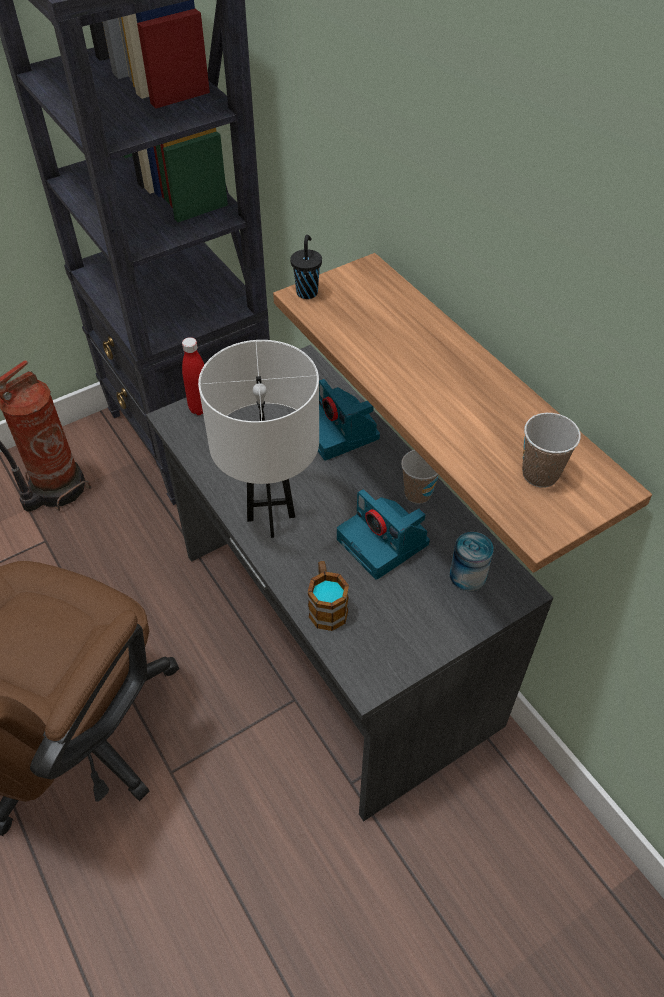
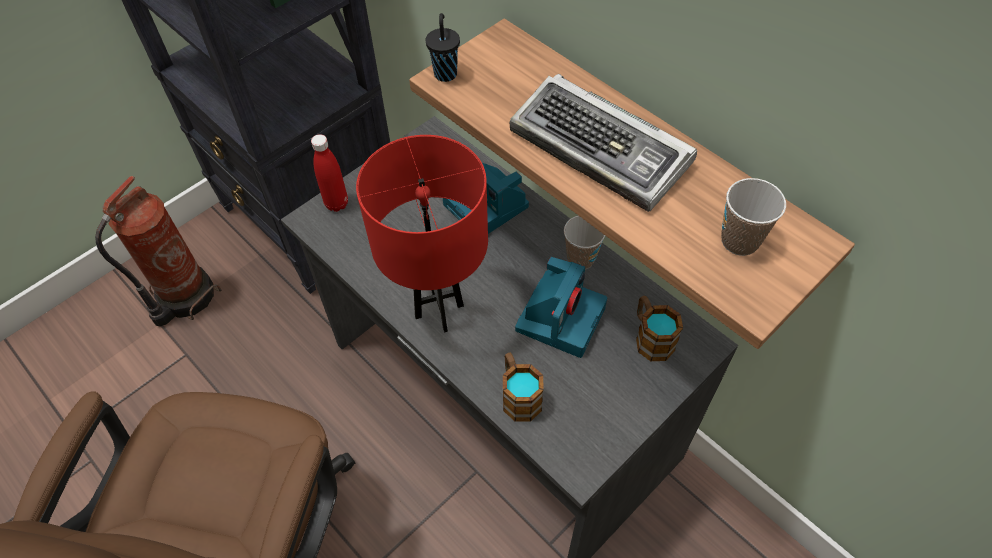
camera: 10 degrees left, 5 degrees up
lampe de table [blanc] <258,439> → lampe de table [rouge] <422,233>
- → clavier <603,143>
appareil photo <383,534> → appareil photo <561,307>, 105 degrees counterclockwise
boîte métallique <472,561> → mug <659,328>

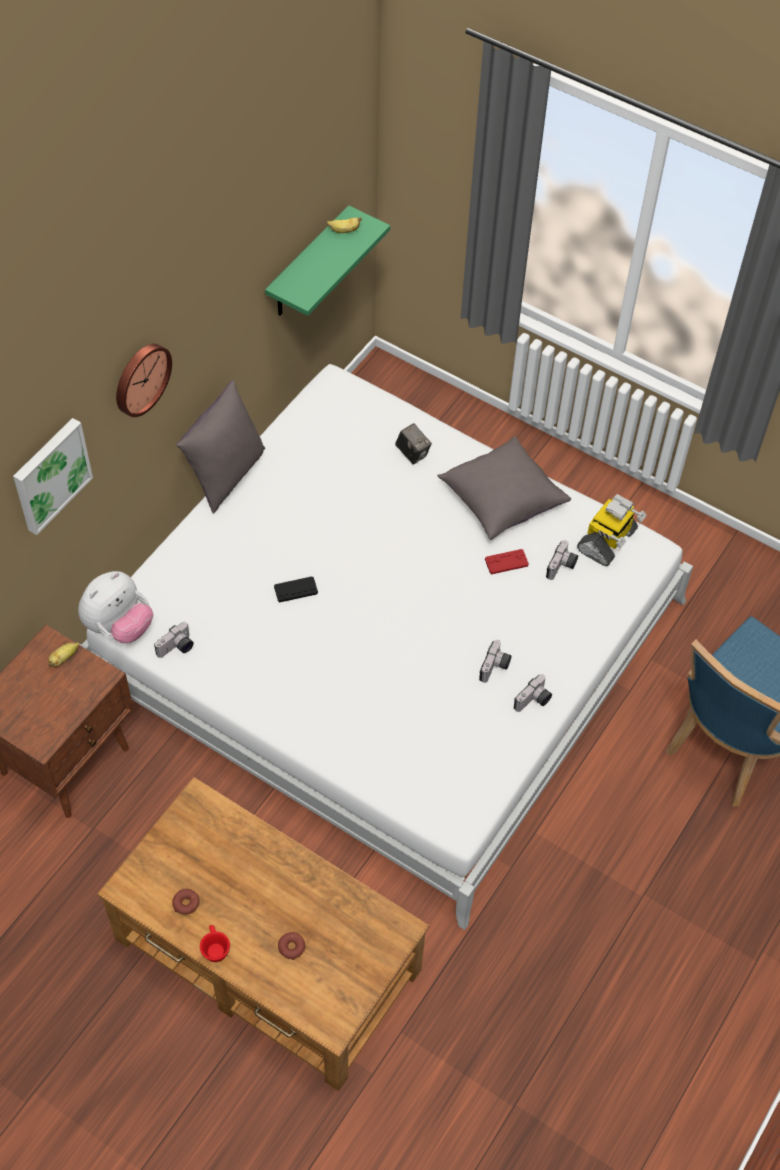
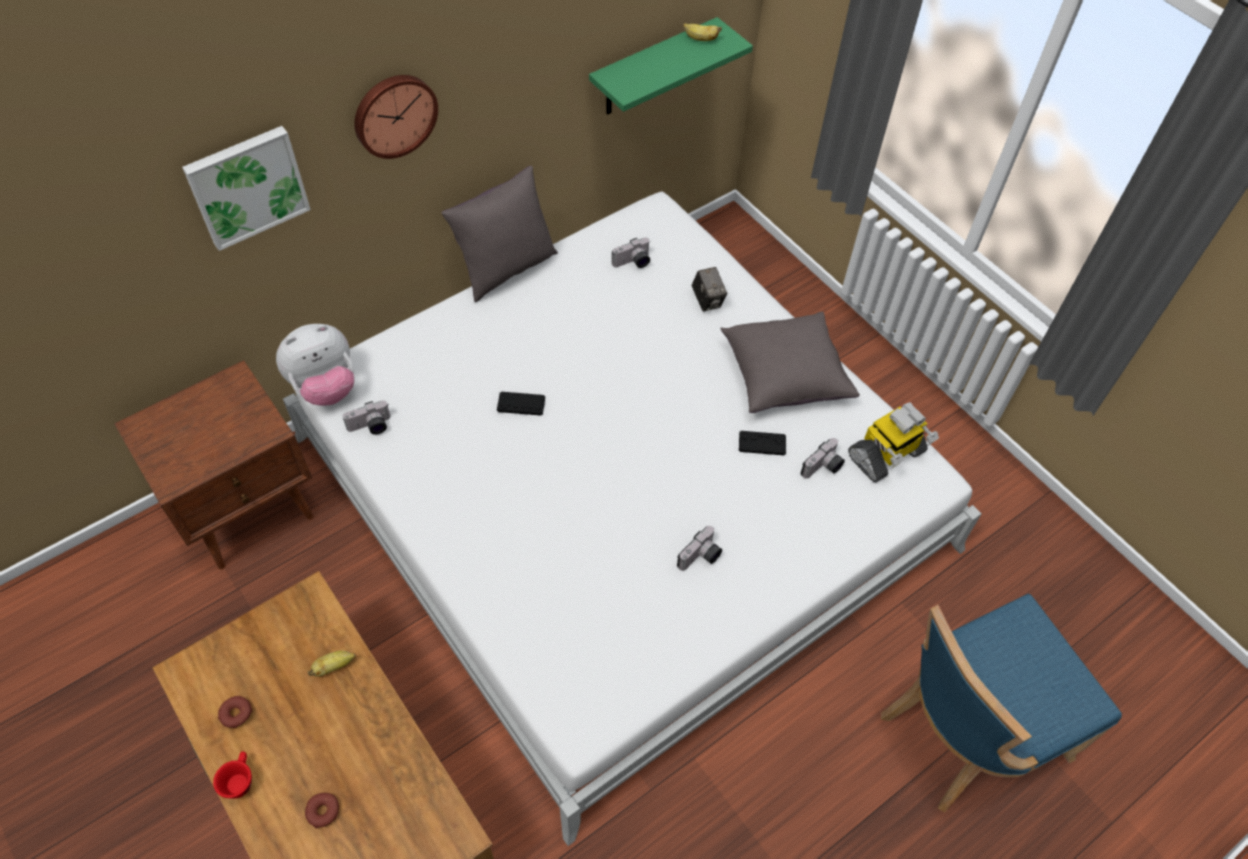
camera: 20 degrees right, 0 degrees up
banane <63,654> → banane <332,664>, move
appareil photo <533,693> → appareil photo <631,253>, move
manette [rouge] <507,561> → manette [noir] <762,443>

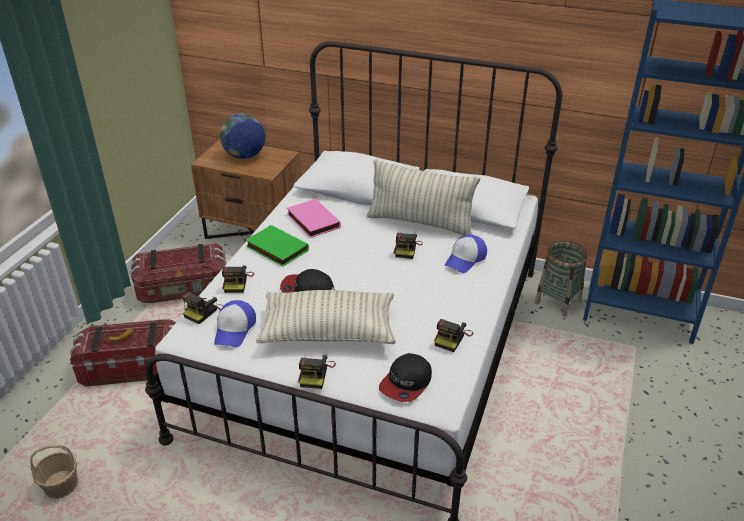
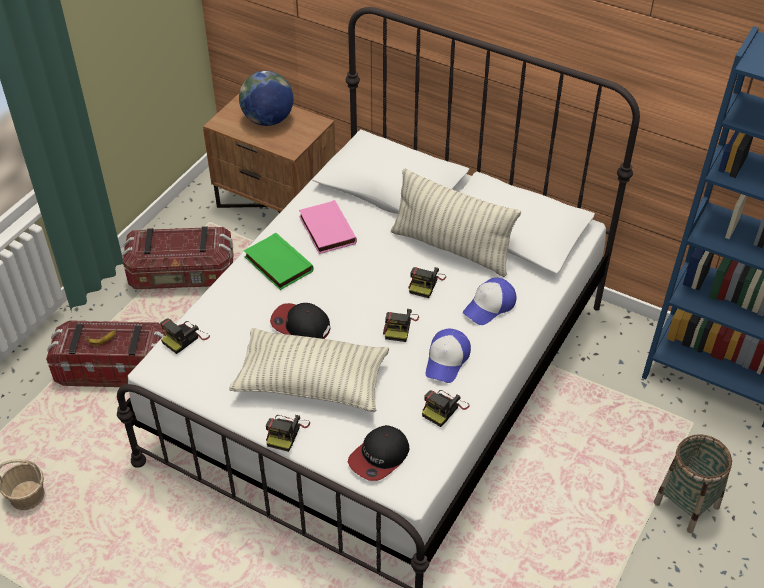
camera: 10 degrees right, 10 degrees up
appareil photo <238,279> → appareil photo <401,325>, move
casquette <235,323> → casquette <448,356>, move
panier <561,279> → panier <693,484>, move

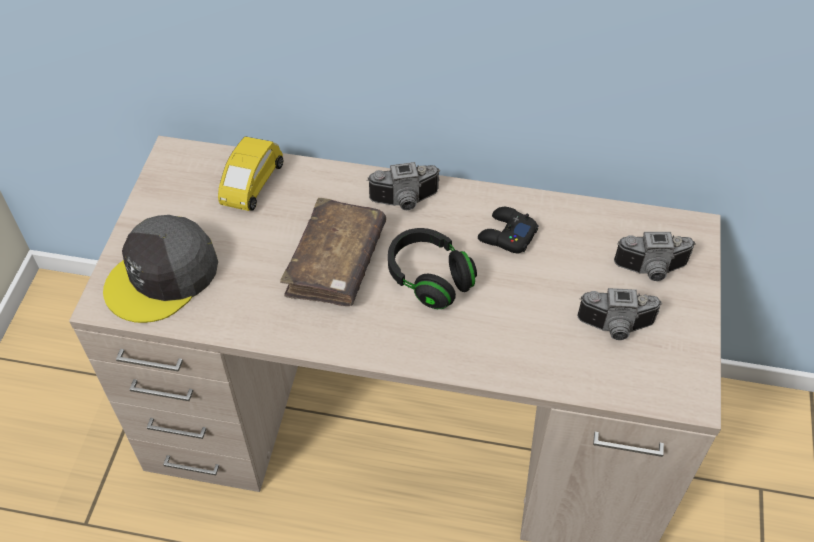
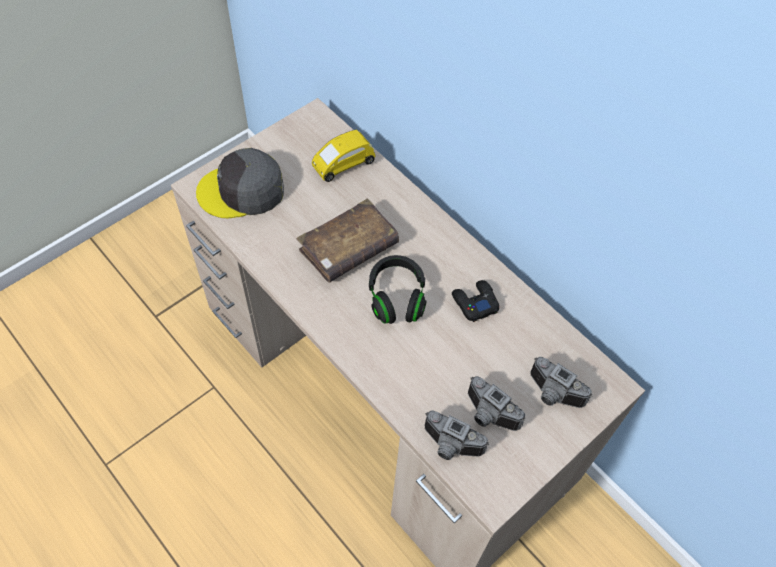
camera: 35 degrees right, 5 degrees up
appareil photo <403,186> → appareil photo <457,435>, move

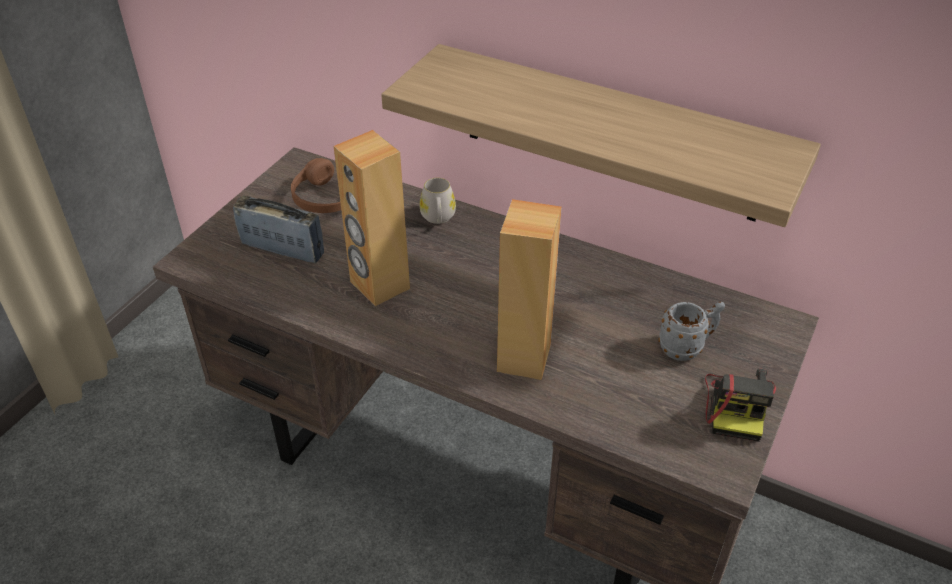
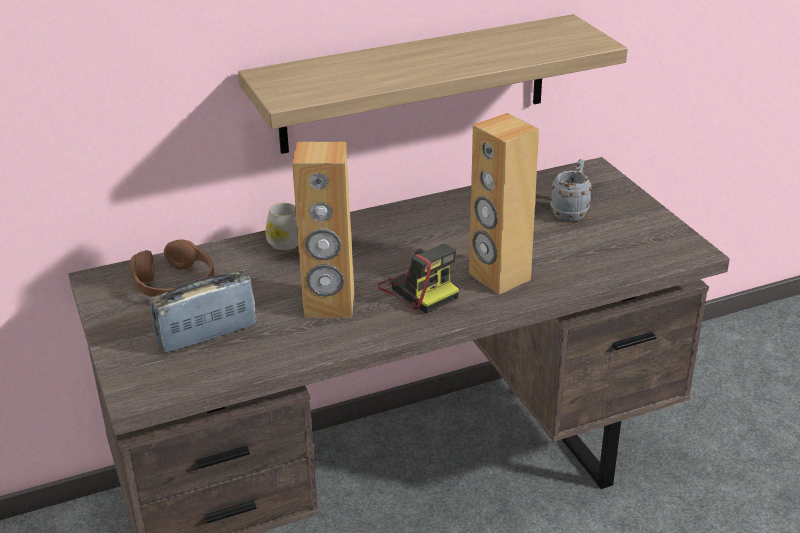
camera: 50 degrees left, 10 degrees down
appareil photo <740,405> → appareil photo <418,278>, move

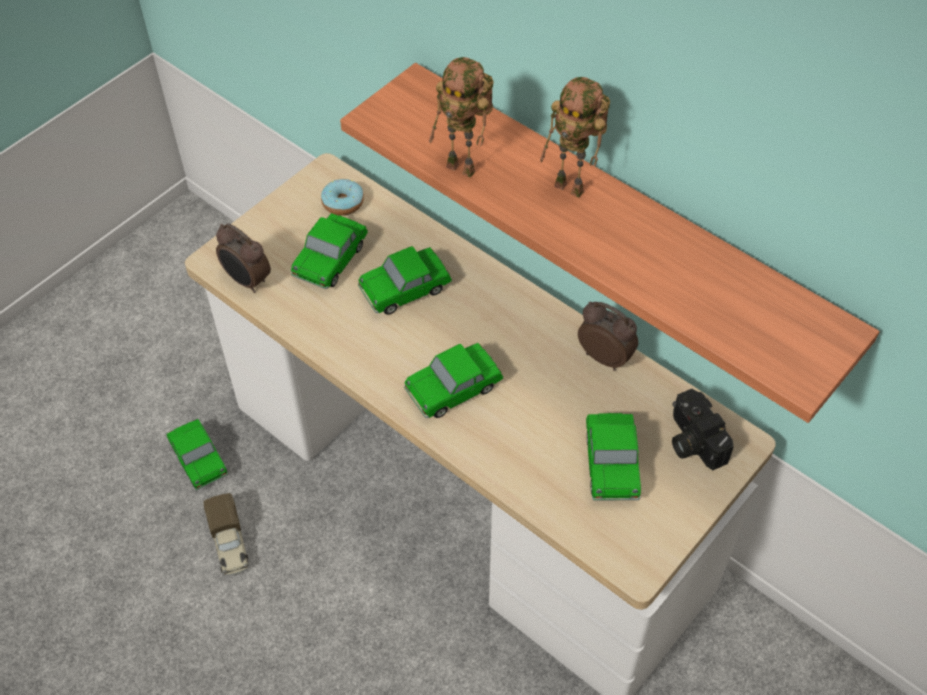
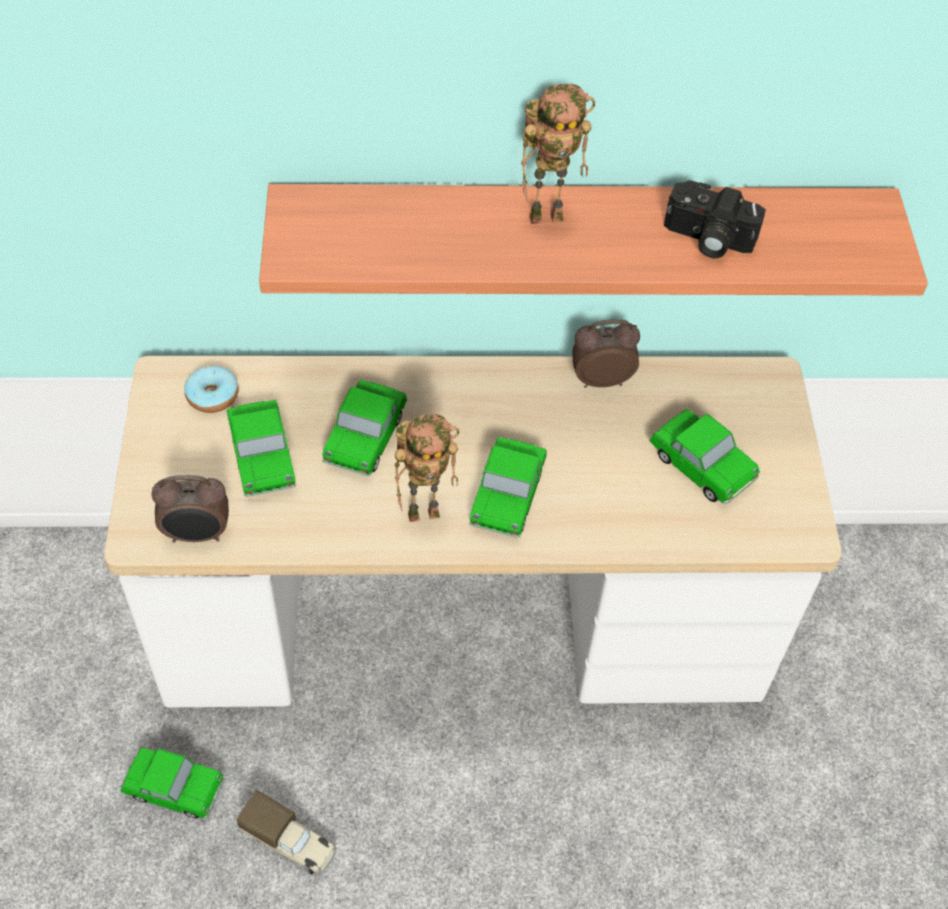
camera: 45 degrees left, 0 degrees up
robot jouet <461,117> → robot jouet <427,468>, move
appareil photo <703,429> → appareil photo <715,219>, move

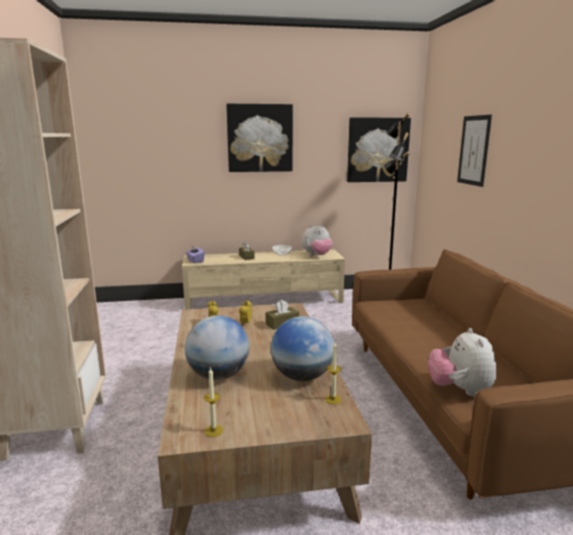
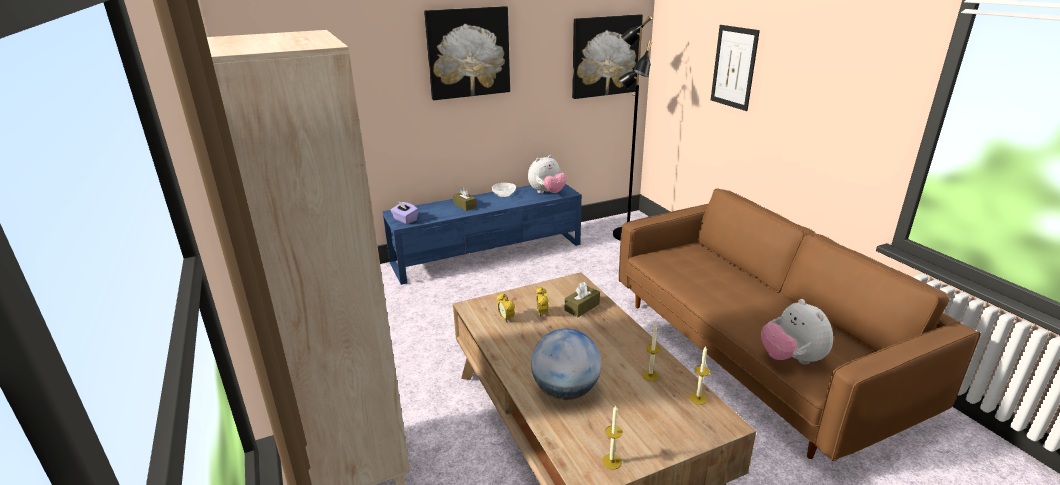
camera: 15 degrees left, 10 degrees up
meuble télé [beige] <263,279> → meuble télé [bleu] <482,234>
globe <302,348> → bougie <651,353>

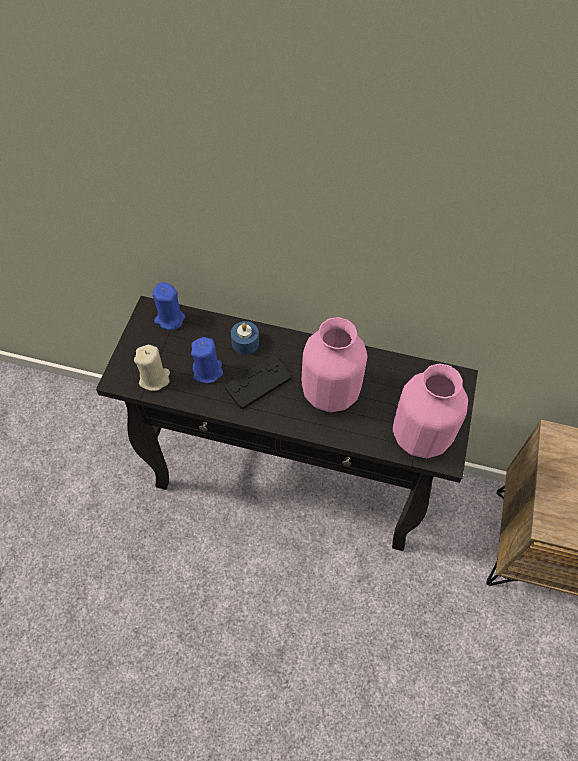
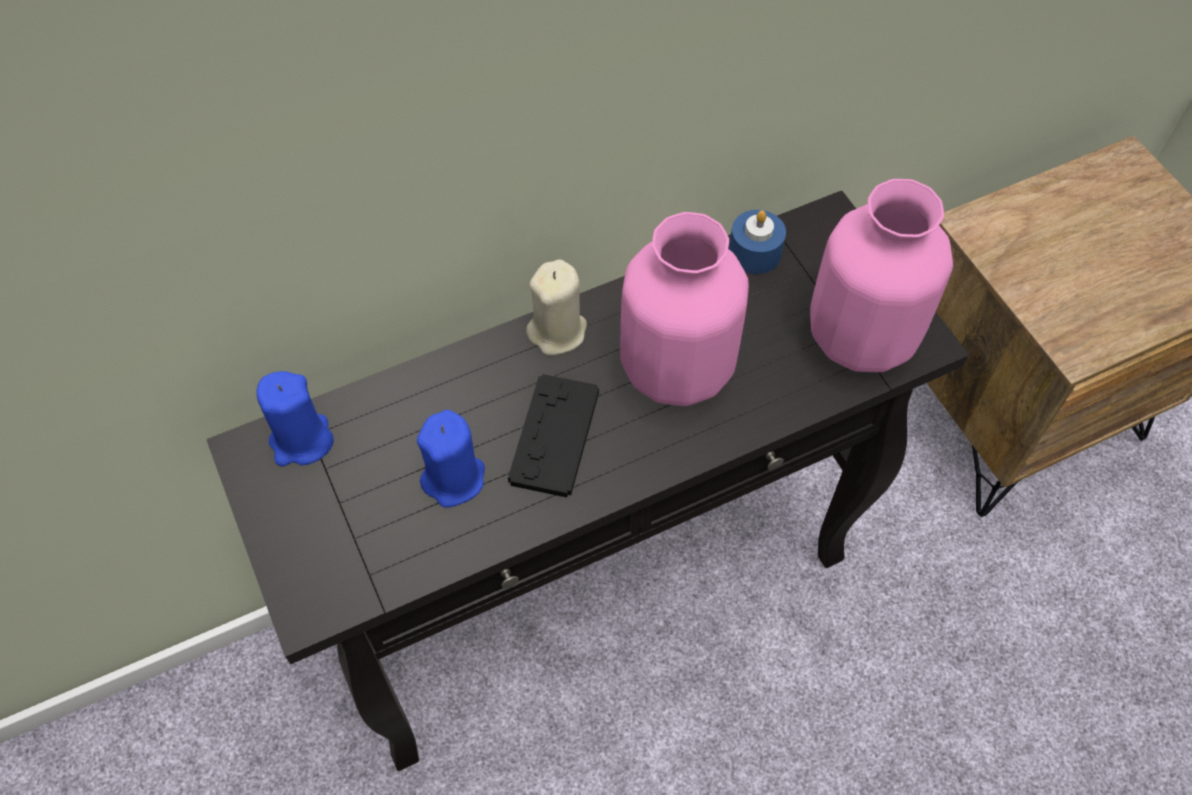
camera: 40 degrees left, 0 degrees up
bougie [beige] <152,368> → bougie [beige] <556,307>, move
bougie [bleu] <245,338> → bougie [bleu] <757,242>, move

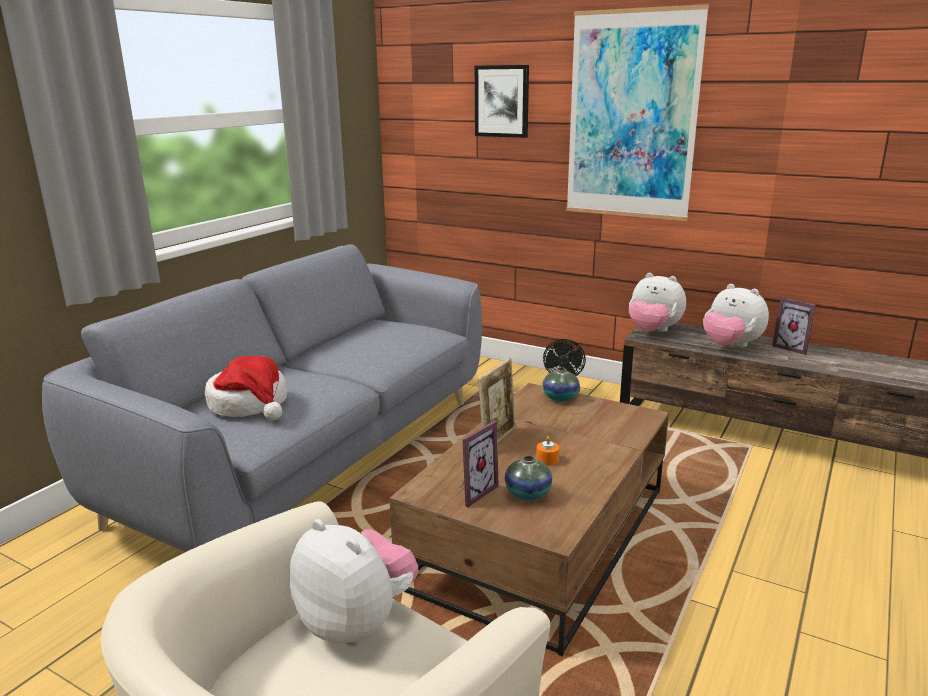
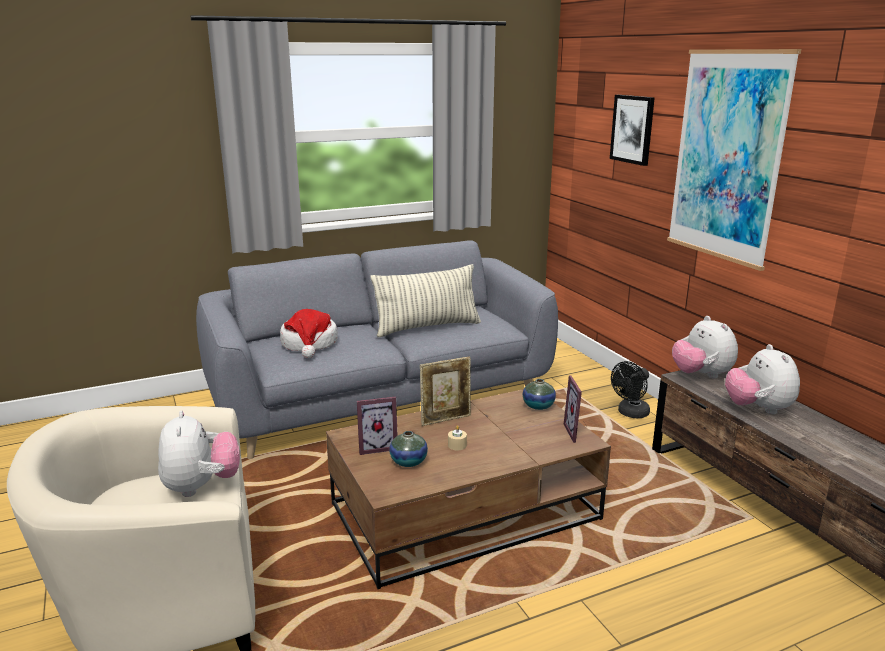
camera: 35 degrees right, 0 degrees up
- → coussin <426,300>
bougie [orange] <547,451> → bougie [beige] <457,437>
cadre photo <794,326> → cadre photo <575,409>, move

